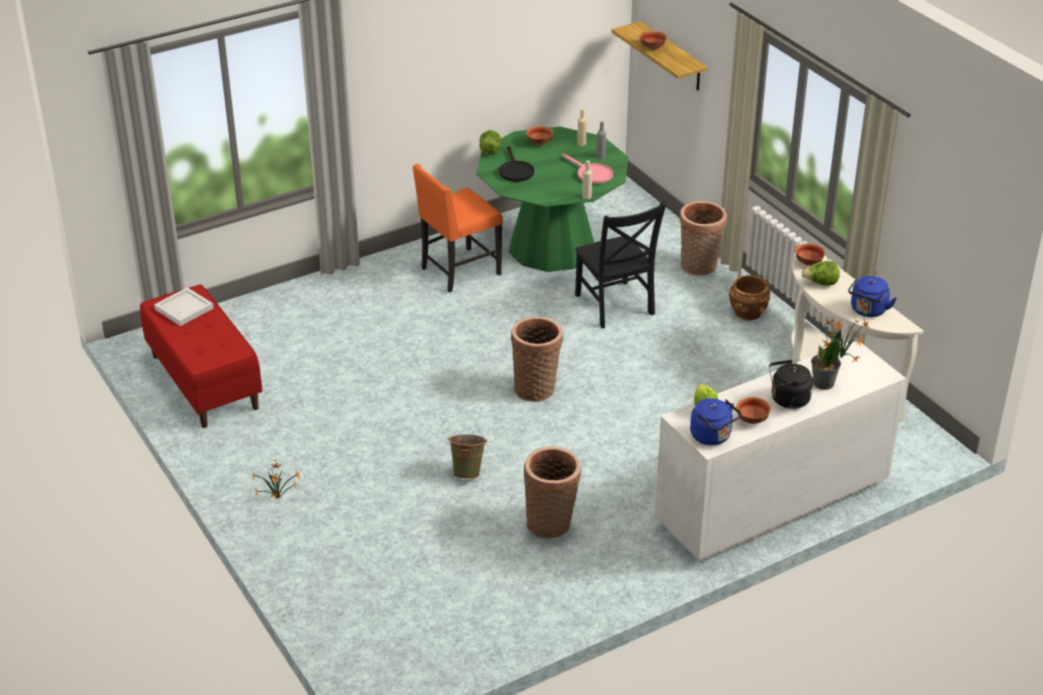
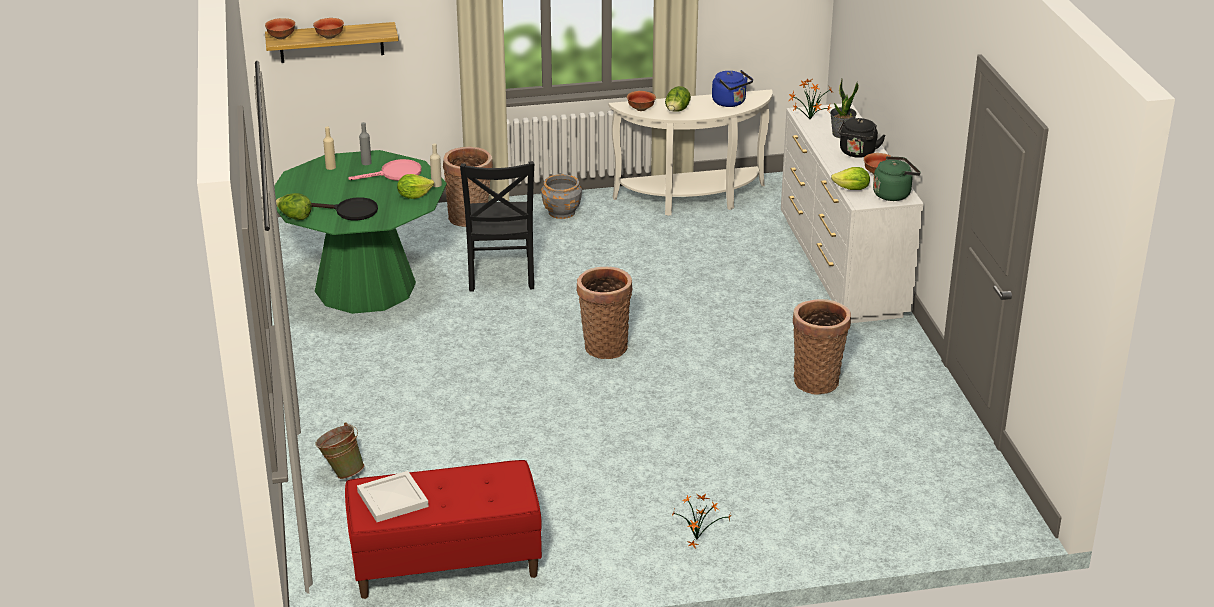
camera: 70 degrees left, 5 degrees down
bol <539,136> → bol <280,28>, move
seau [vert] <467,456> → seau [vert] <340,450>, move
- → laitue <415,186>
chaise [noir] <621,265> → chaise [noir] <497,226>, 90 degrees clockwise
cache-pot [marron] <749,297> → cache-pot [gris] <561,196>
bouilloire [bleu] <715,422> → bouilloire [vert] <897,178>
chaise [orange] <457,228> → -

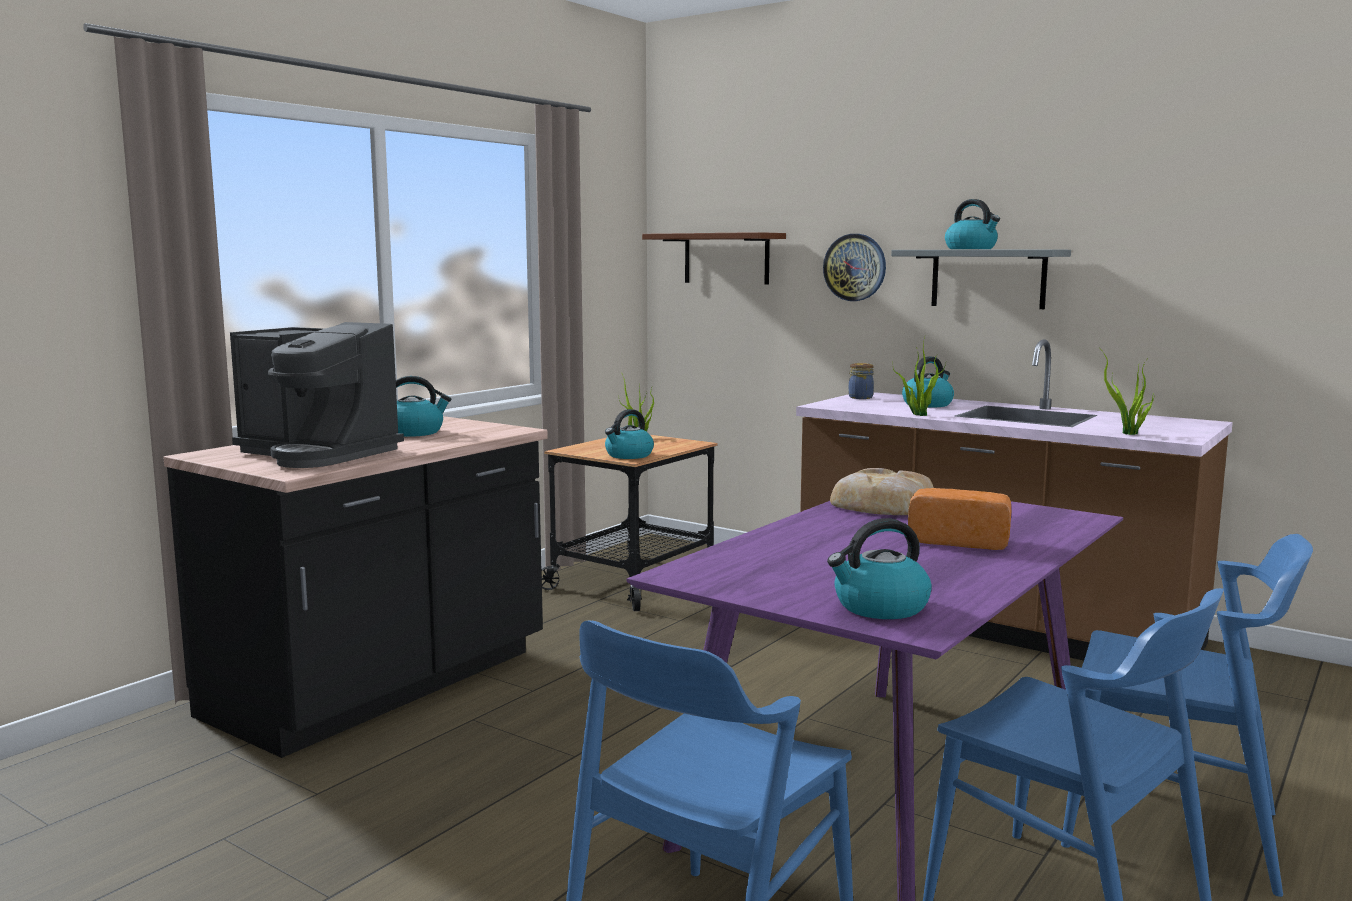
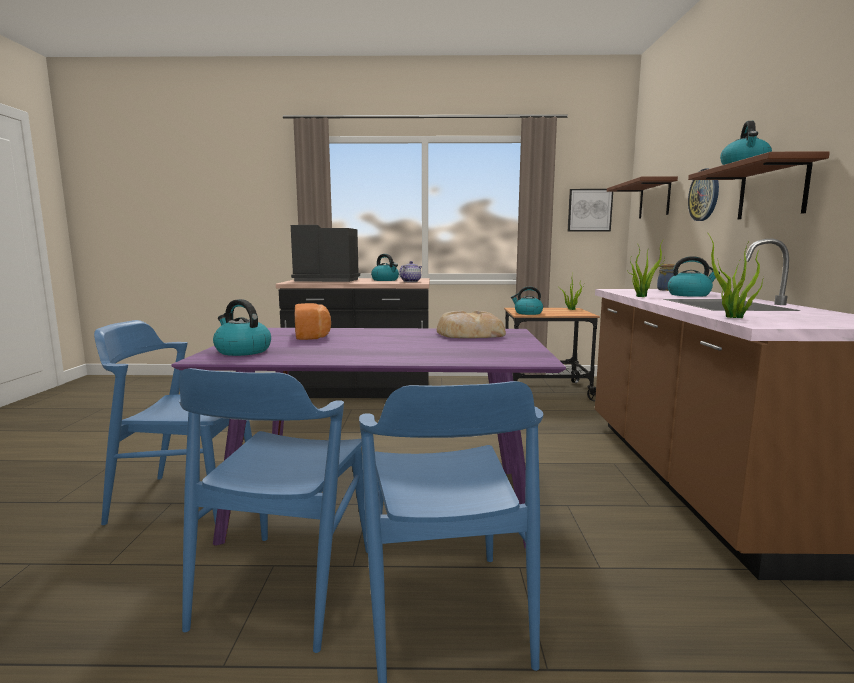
camera: 55 degrees right, 0 degrees up
machine à café <317,395> → machine à café <325,253>, 105 degrees clockwise
pain <959,519> → pain <313,321>, move
- → théière <410,271>
- → tableau <590,210>
étagère [gris] <981,279> → étagère [marron] <759,185>

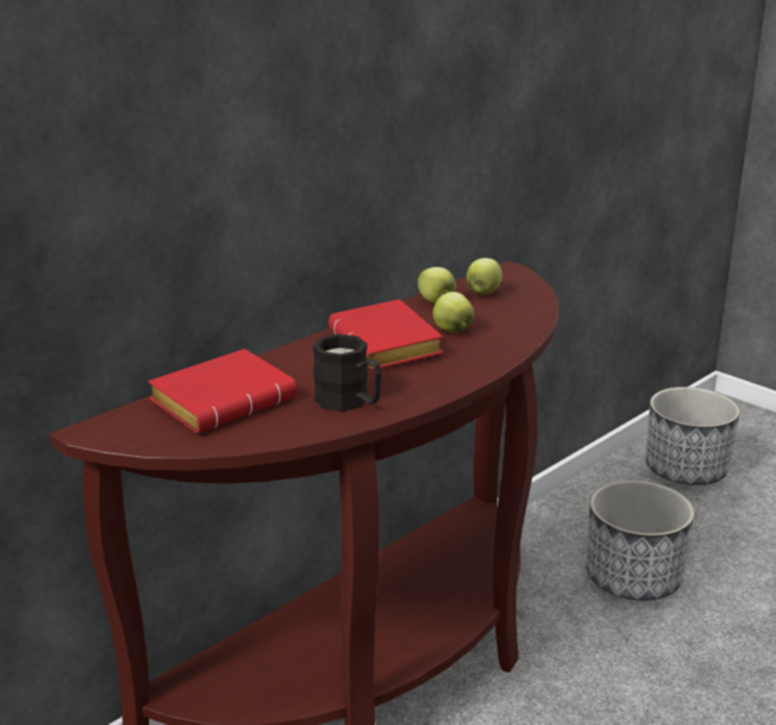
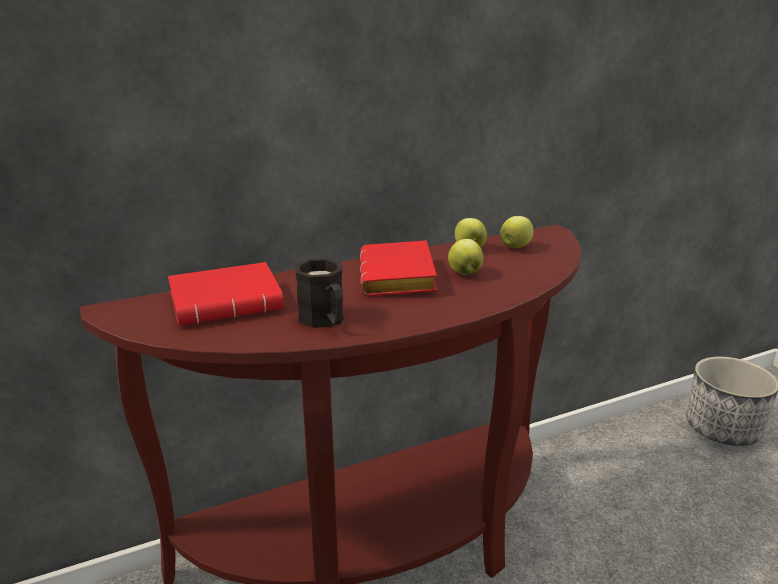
camera: 20 degrees right, 0 degrees up
cache-pot <640,540> → -

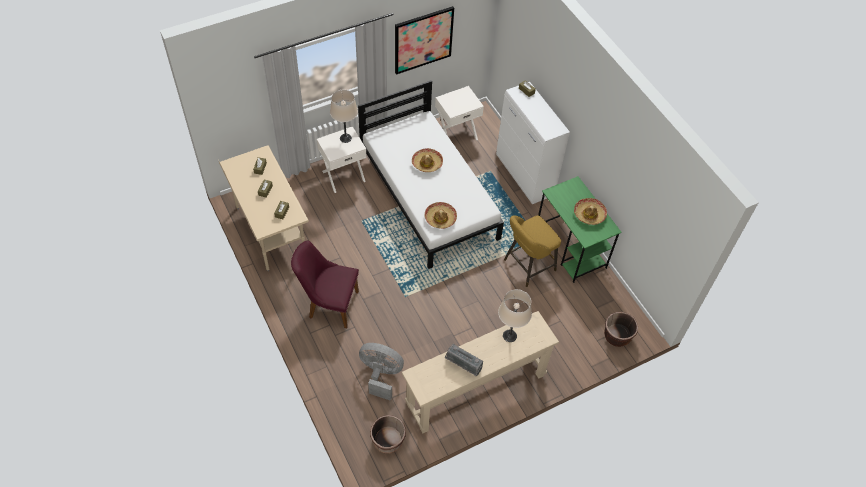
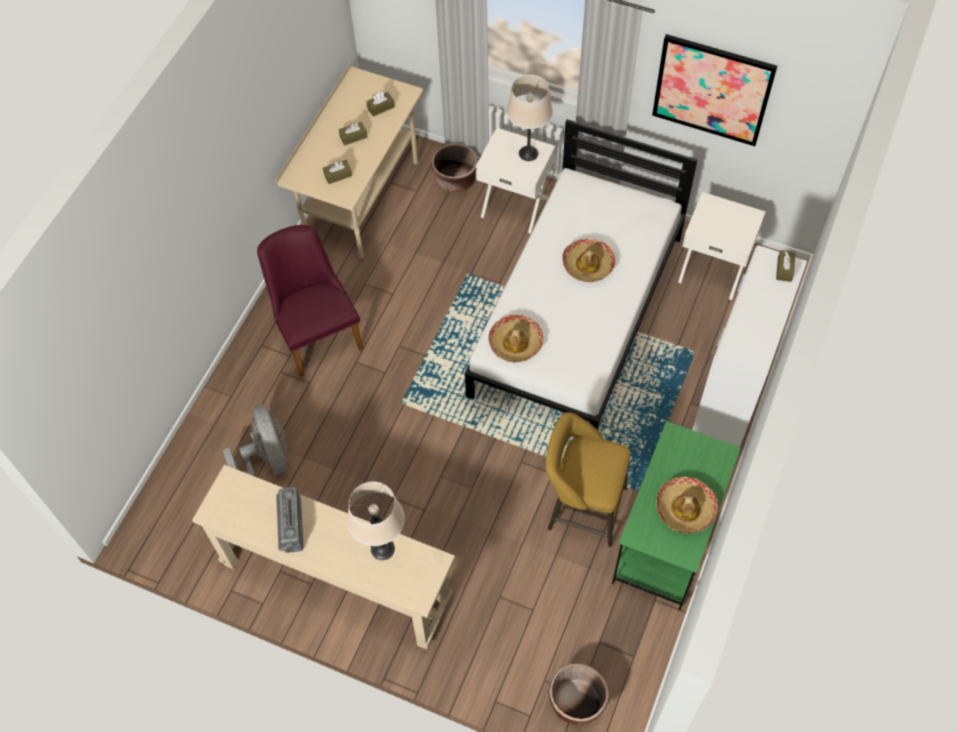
camera: 55 degrees right, 5 degrees up
cache-pot [marron] <388,434> → cache-pot [marron] <454,168>, move

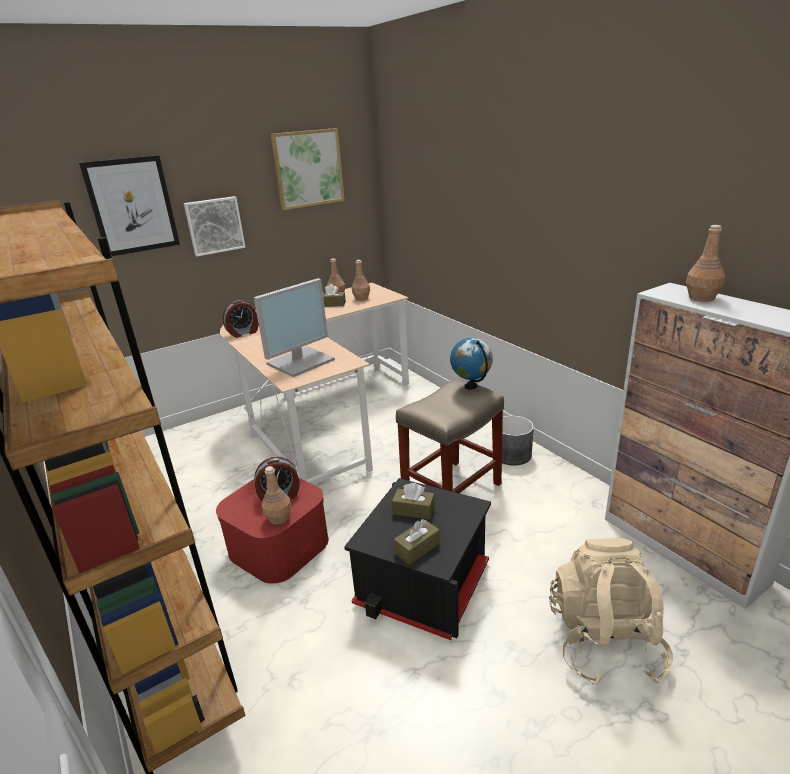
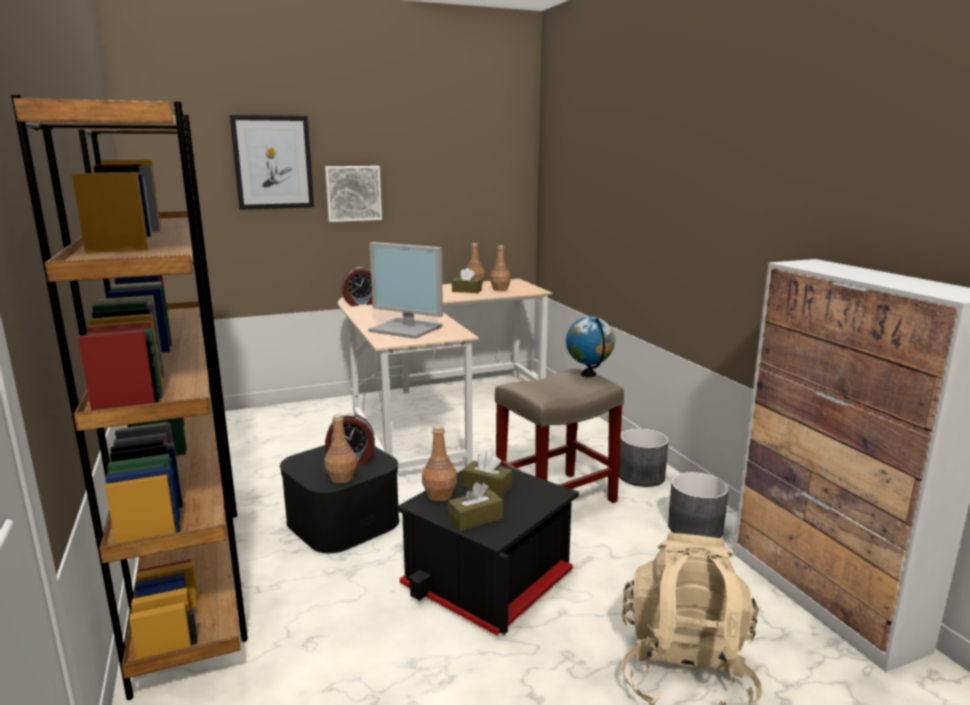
camera: 10 degrees right, 10 degrees down
boîte de rangement [rouge] <272,531> → boîte de rangement [noir] <339,499>
écran d'ordinateur <294,327> → écran d'ordinateur <405,290>, 60 degrees clockwise
bouteille [marron] <705,263> → bouteille [marron] <439,463>, move
- → cache-pot [gris] <698,505>
tableau <308,169> → -

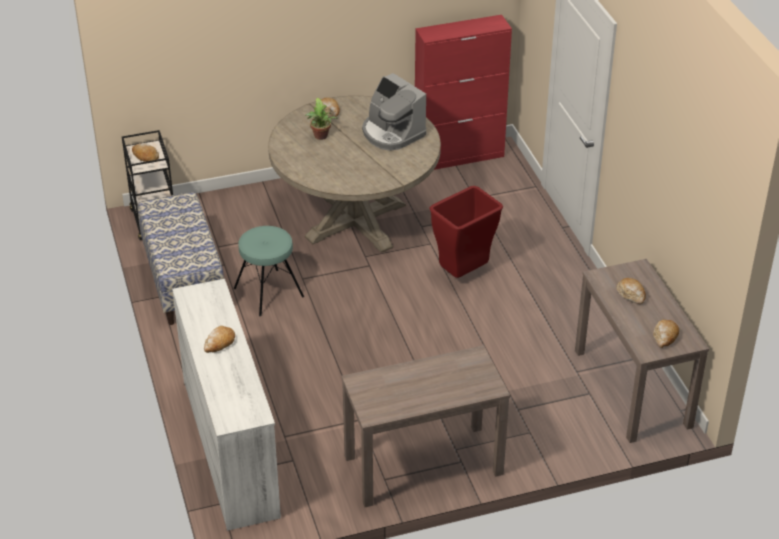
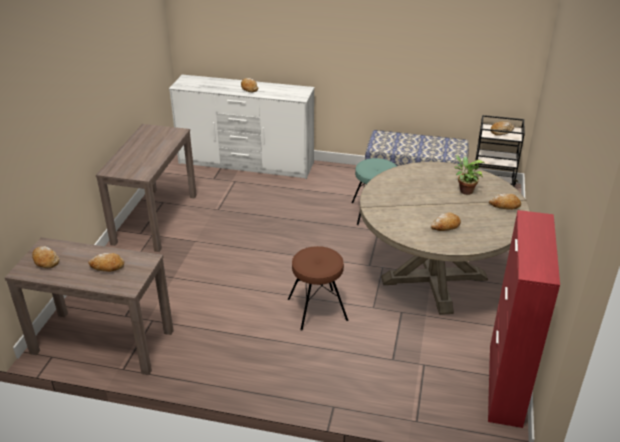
camera: 120 degrees right, 5 degrees down
poubelle [rouge] <466,232> → tabouret [marron] <318,288>
machine à café <394,112> → pain <446,222>

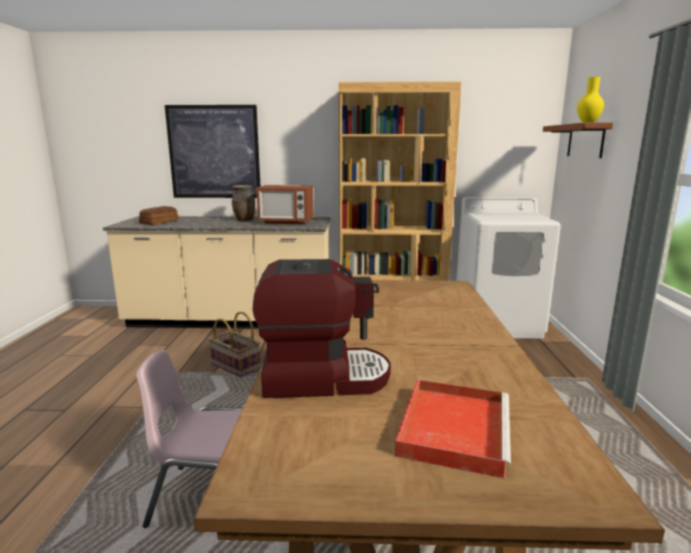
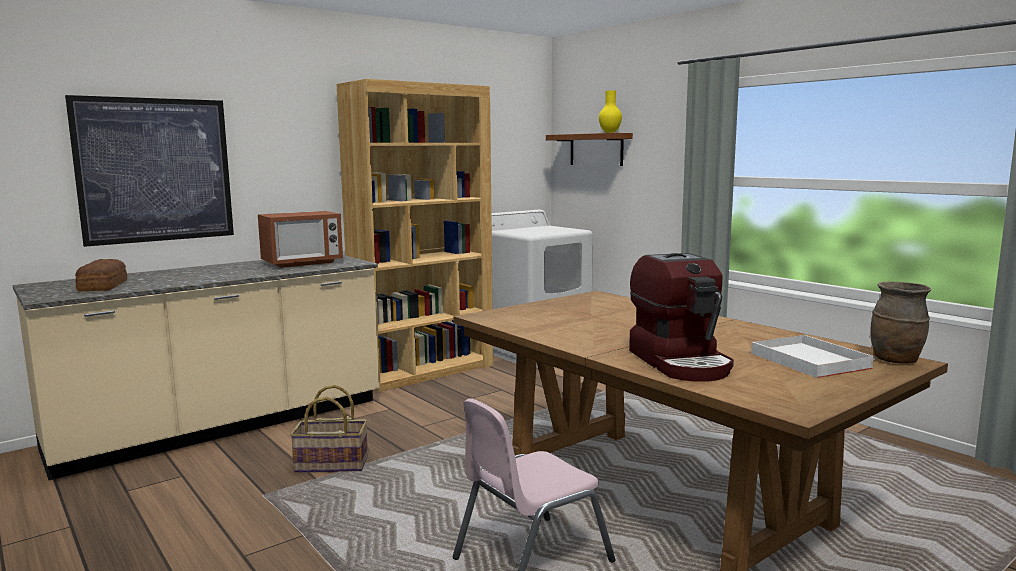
camera: 40 degrees left, 5 degrees down
machine à café <322,328> → machine à café <681,317>, 120 degrees clockwise
plateau [rouge] <453,429> → plateau [blanc] <813,356>
vase [marron] <243,203> → vase [marron] <900,323>, move

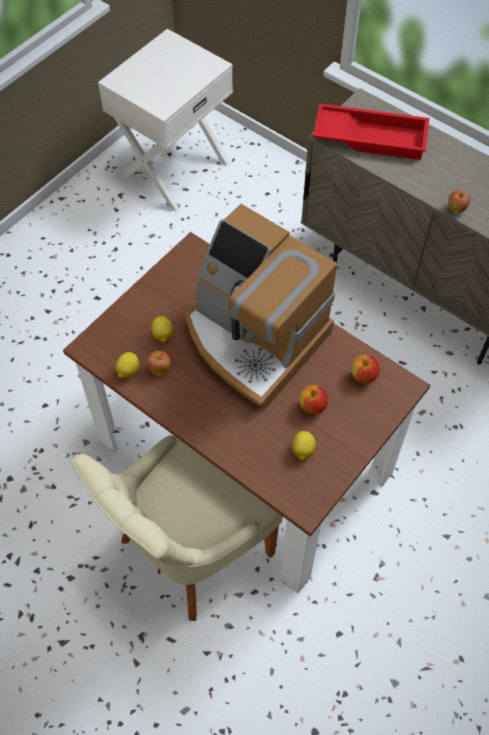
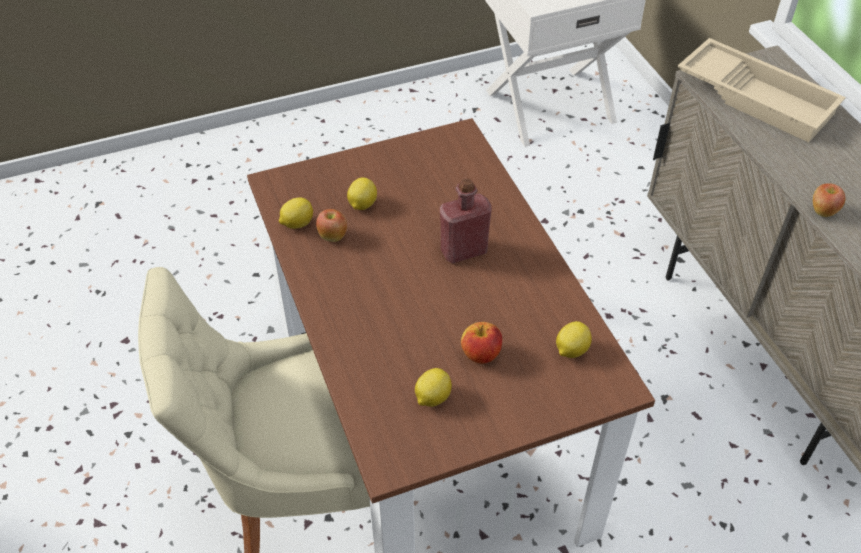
camera: 30 degrees right, 10 degrees down
machine à café <261,307> → bouteille [rouge] <466,220>
pomme <365,369> → citron <574,339>
plateau [rouge] <371,132> → plateau [beige] <762,90>

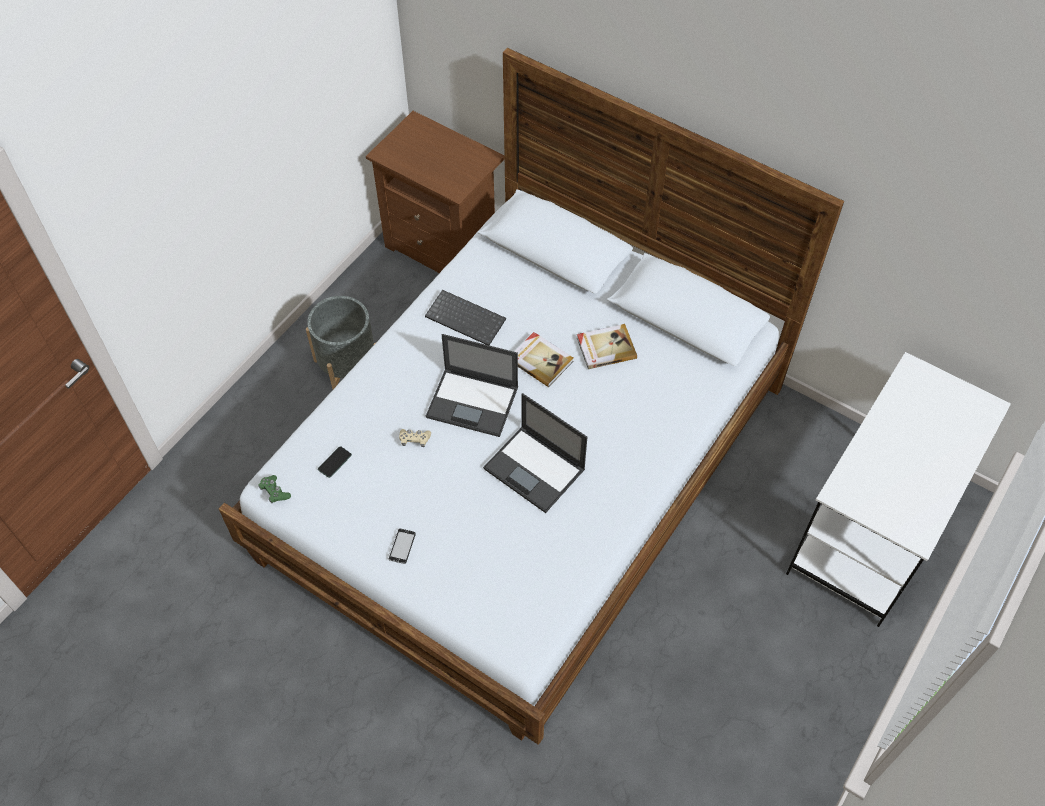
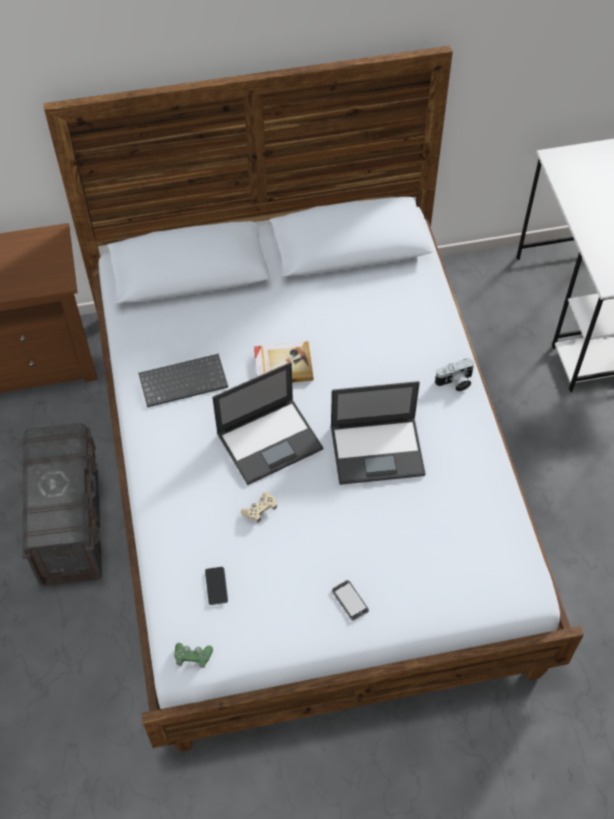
camera: 45 degrees left, 0 degrees up
cache-pot [gris] <340,342> → boîte de rangement [gris] <62,504>
- → appareil photo <454,374>
livre <607,346> → -

